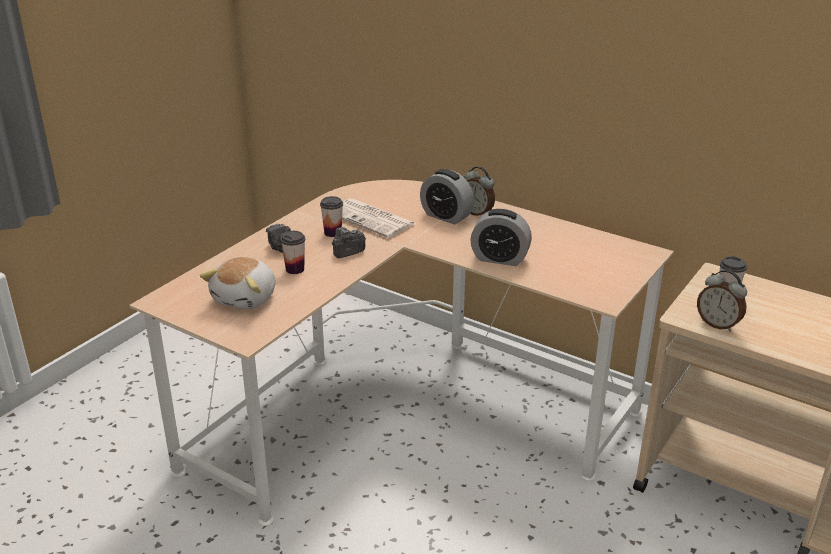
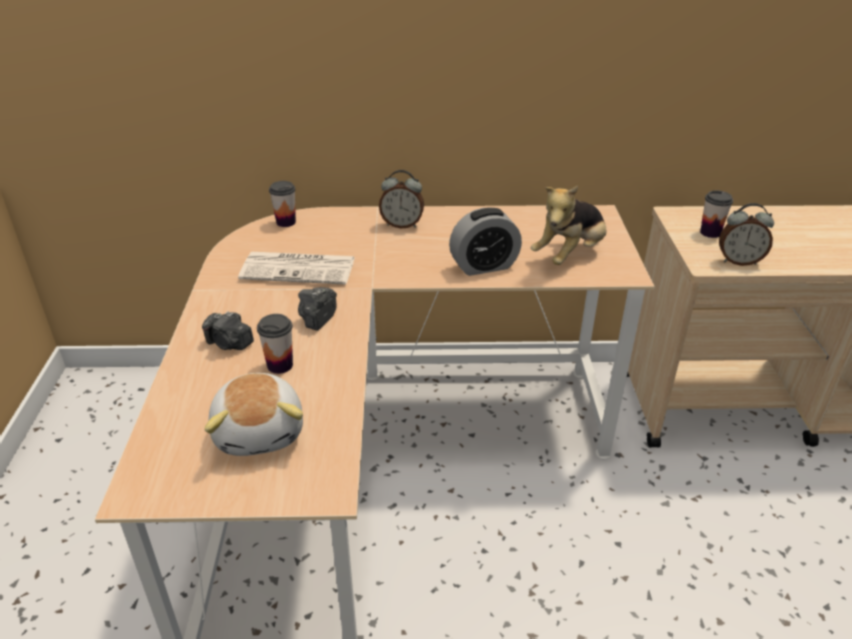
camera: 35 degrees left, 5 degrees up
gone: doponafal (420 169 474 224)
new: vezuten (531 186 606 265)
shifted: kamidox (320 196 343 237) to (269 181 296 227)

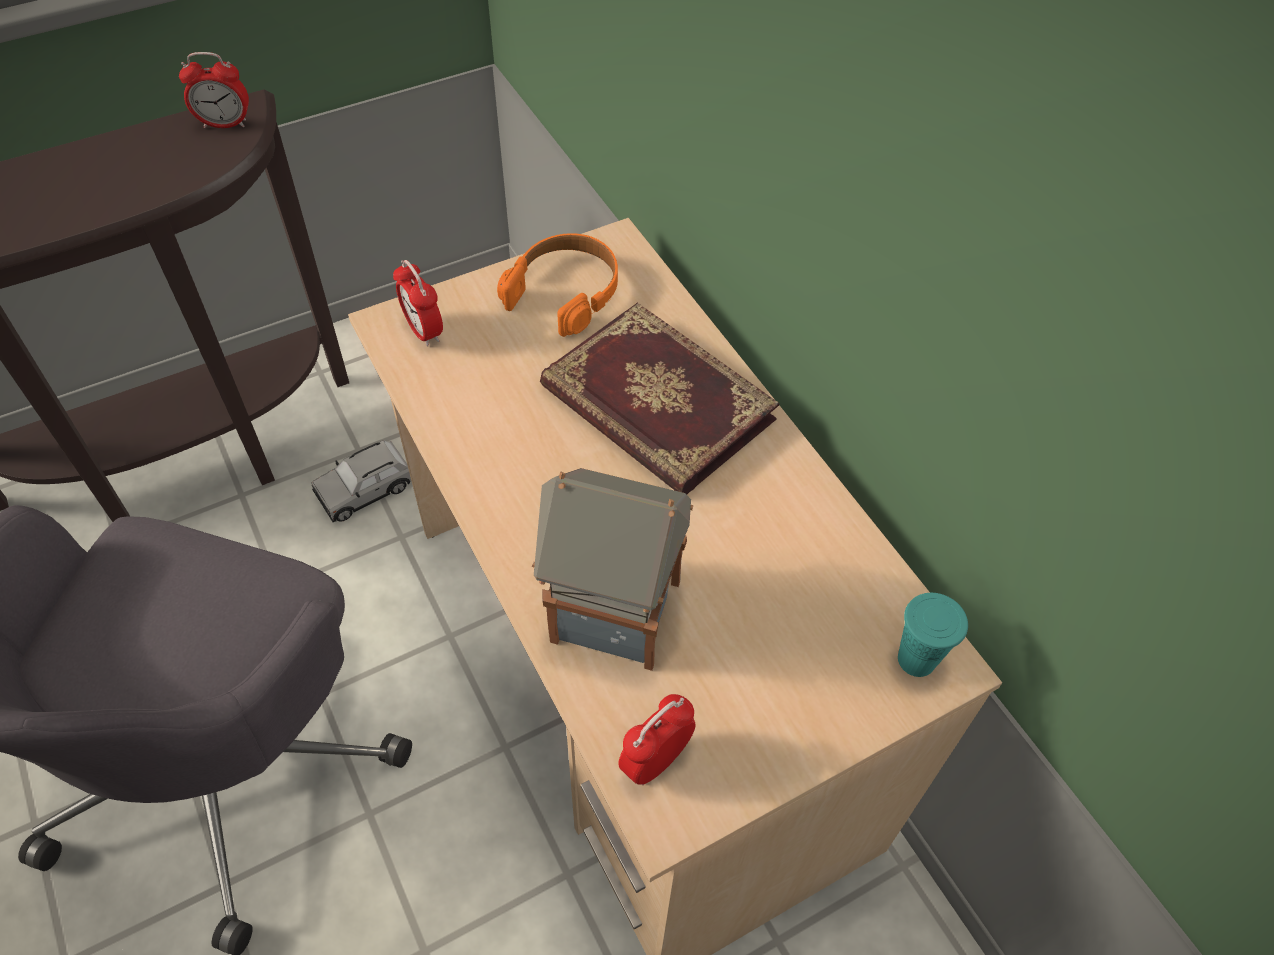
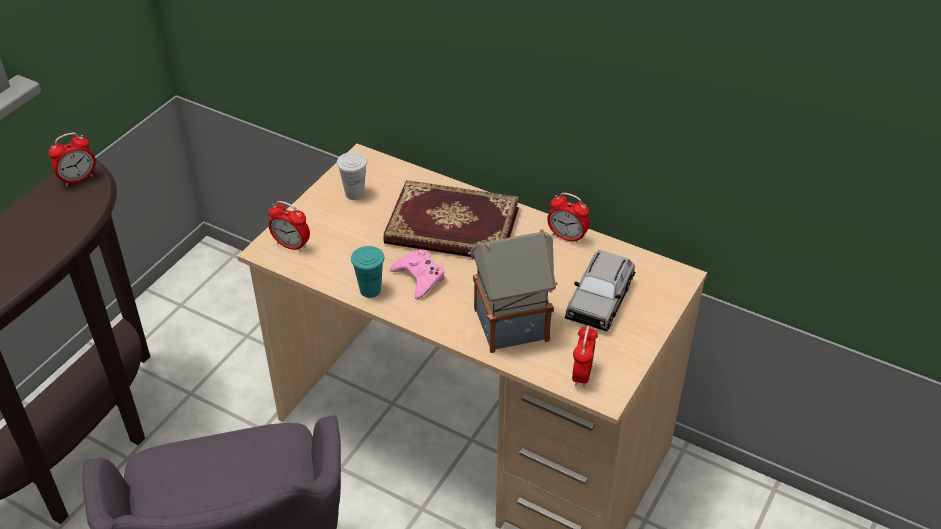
camera: 30 degrees left, 10 degrees down
new: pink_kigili (390 250 445 299); doponafal (547 193 589 244)
shifted: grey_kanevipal (311 440 411 522) to (565 250 635 331); turquoise_kamidox (898 593 968 677) to (351 246 384 298)
swapped: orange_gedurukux (497 233 618 337) to white_kamidox (337 152 367 200)

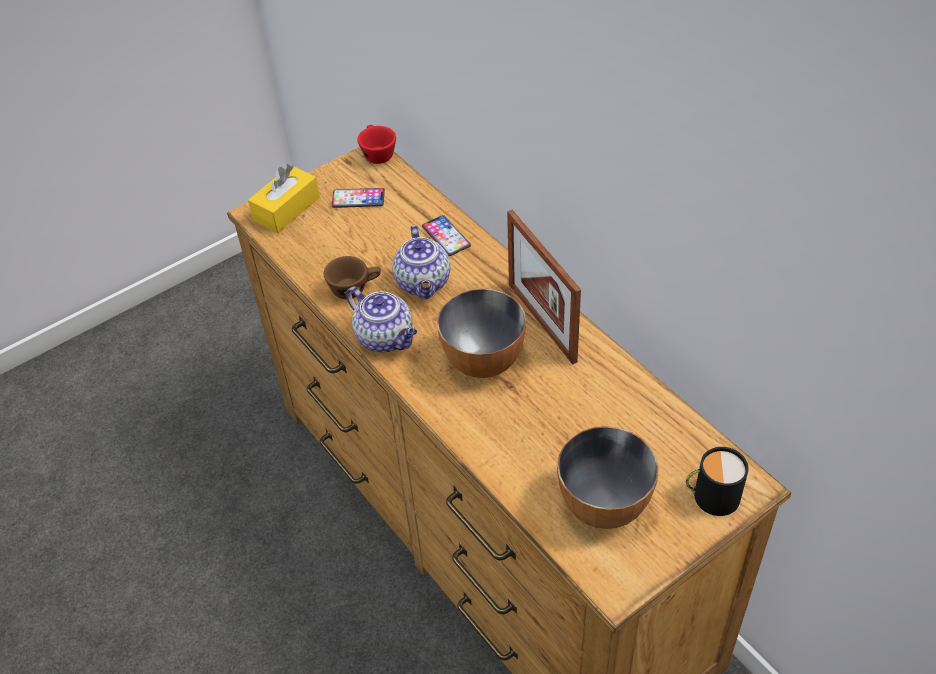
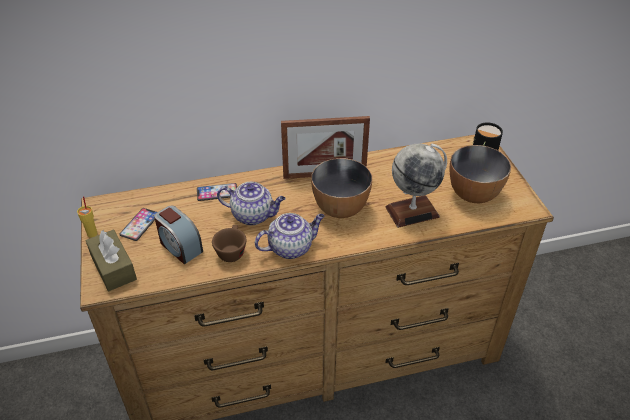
camera: 70 degrees left, 5 degrees down
gone: red_kamidox (357 125 396 164)
new: yellow_kamidox (77 196 97 238); doponafal (154 206 203 264); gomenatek (385 143 447 228)
repainted: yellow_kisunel (248 164 320 233) to brown_kisunel (85 229 137 291)

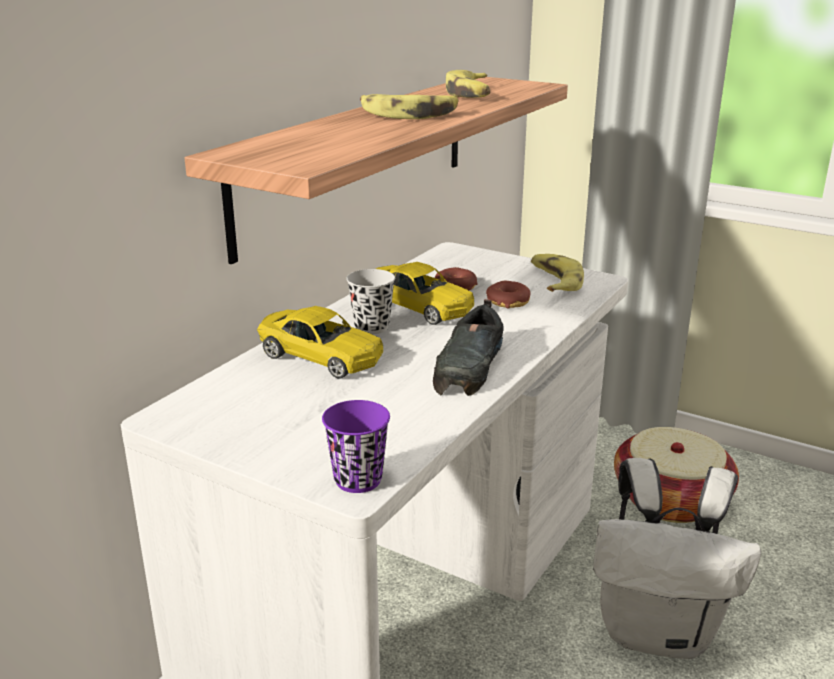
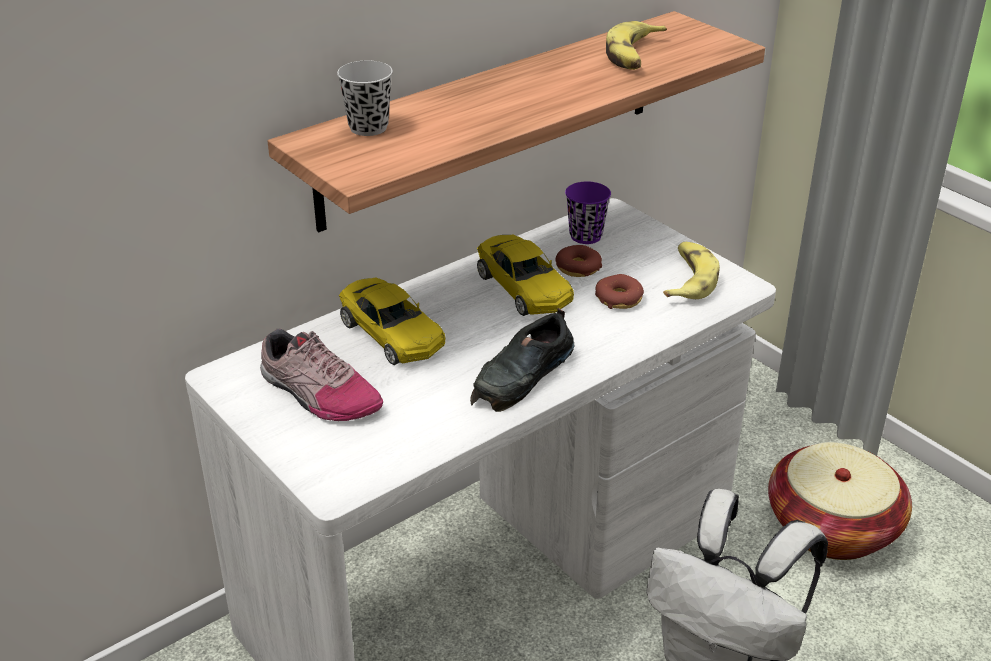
camera: 20 degrees right, 10 degrees up
gone: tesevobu (360 94 458 119)
new: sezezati (260 328 383 421)
shifted: purple_kamidox (322 400 390 493) to (565 182 611 244); black_kamidox (346 269 395 334) to (337 61 393 136)

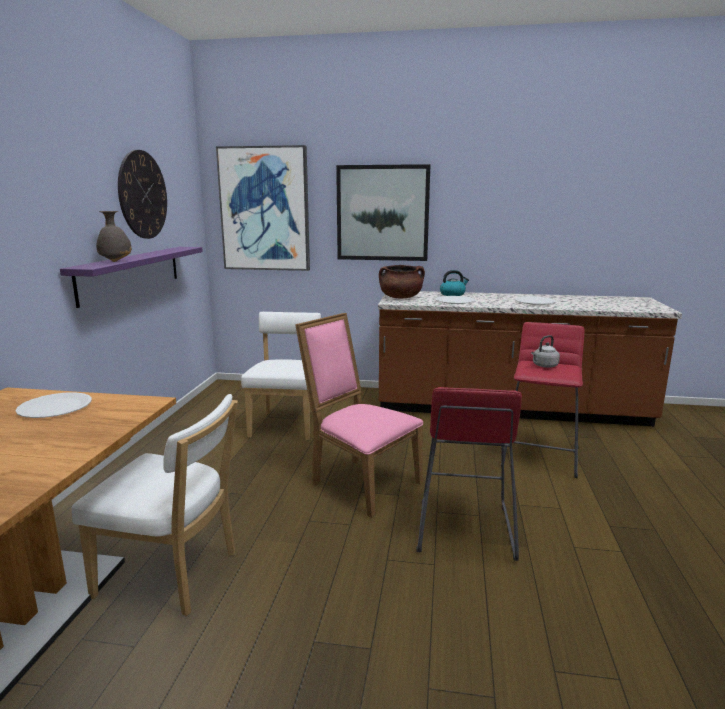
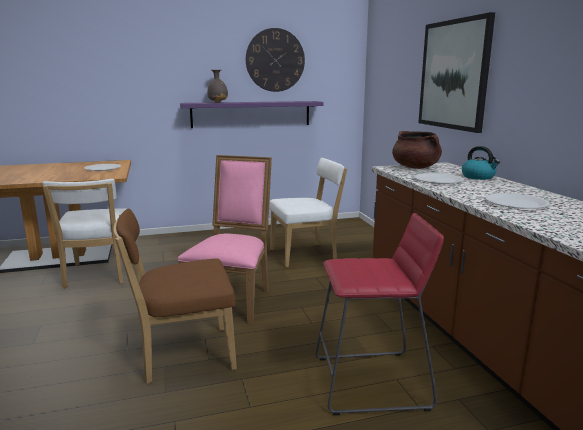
camera: 65 degrees right, 0 degrees up
gone: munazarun (216 145 310 271); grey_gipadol (531 335 560 368)
swapped: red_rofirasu (416 387 522 561) to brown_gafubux (113 208 237 384)

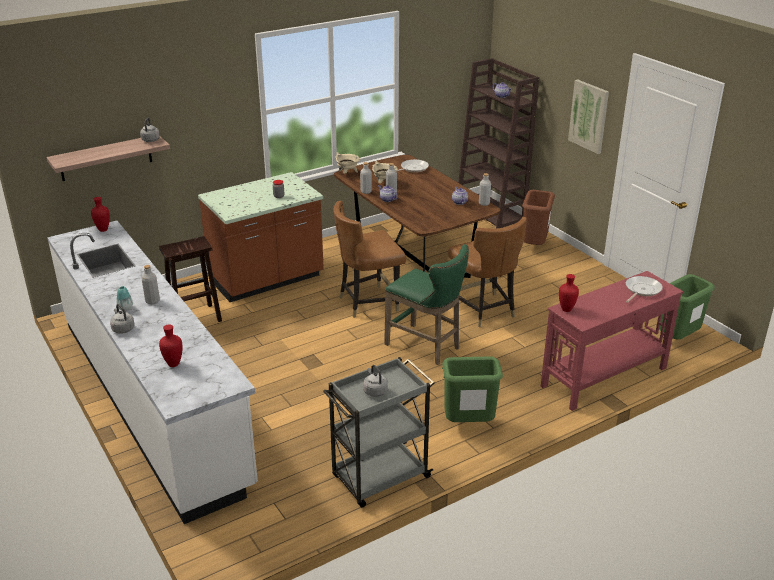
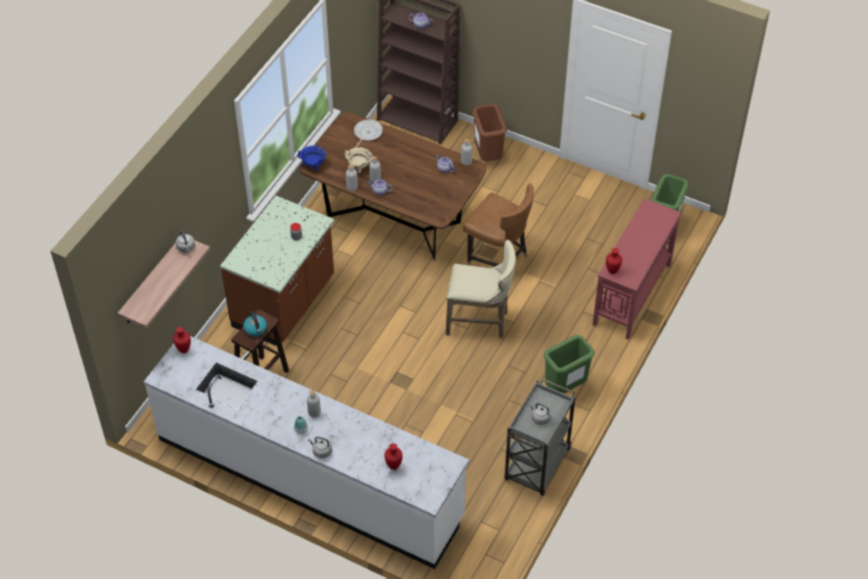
camera: 30 degrees left, 20 degrees up
gone: brown_gafubux (334 201 406 318); munazarun (568 80 609 154); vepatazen (626 276 663 303)
new: gipadol (243 311 267 336)
repainted: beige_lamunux (335 152 360 173) to blue_lamunux (297 146 326 171); green_rofirasu (384 244 469 365) to beige_rofirasu (446 240 516 338)

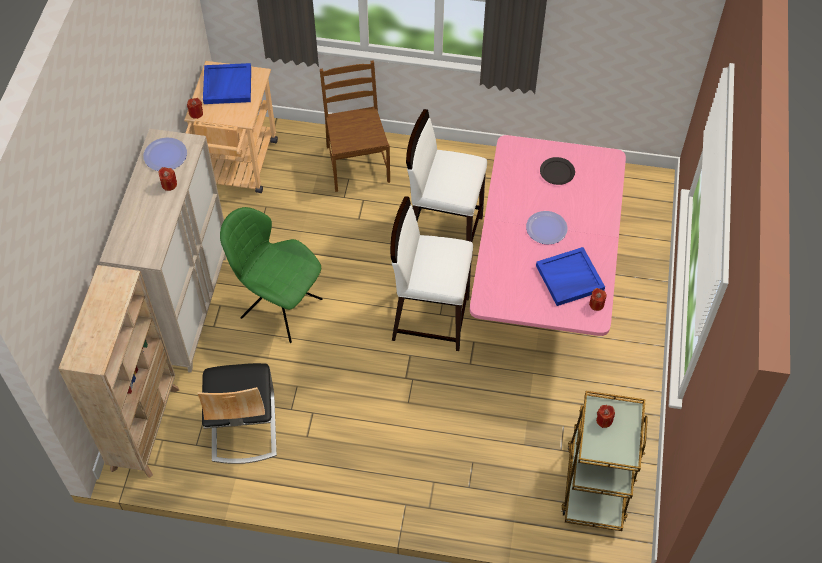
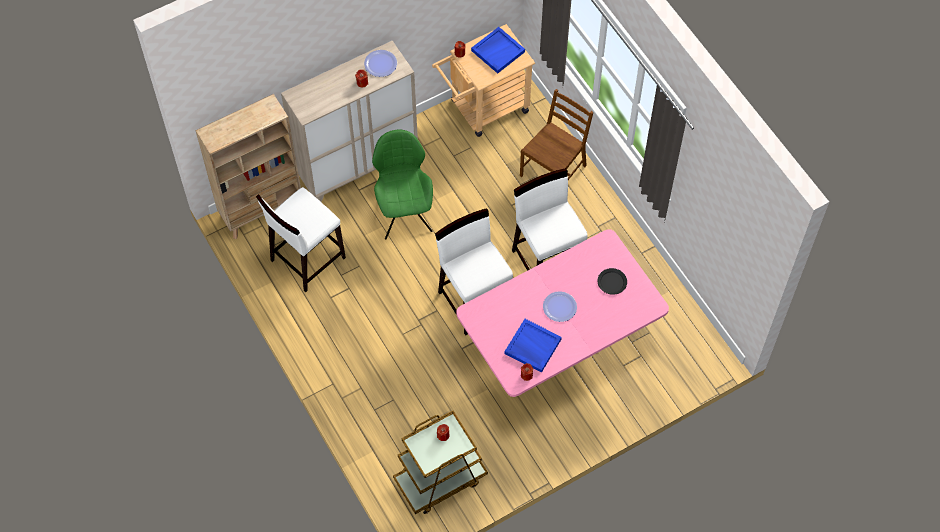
camera: 50 degrees right, 5 degrees up
swapped: gafubux (197 363 277 464) to white_rofirasu (256 187 346 293)

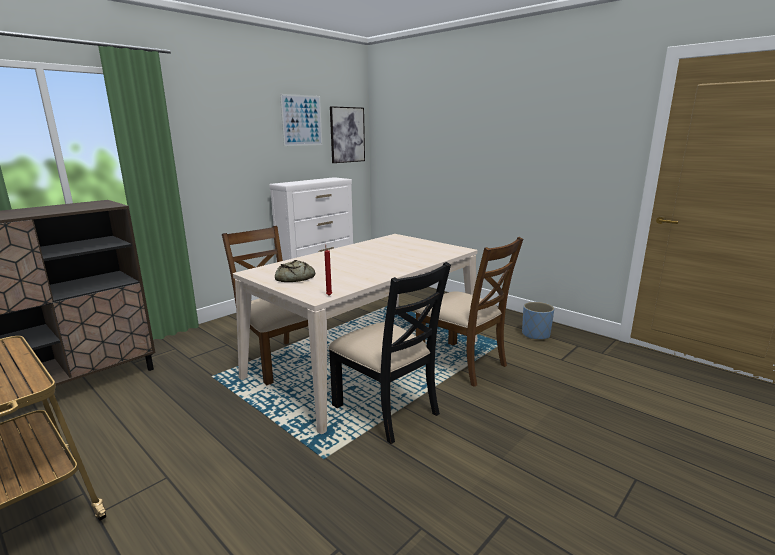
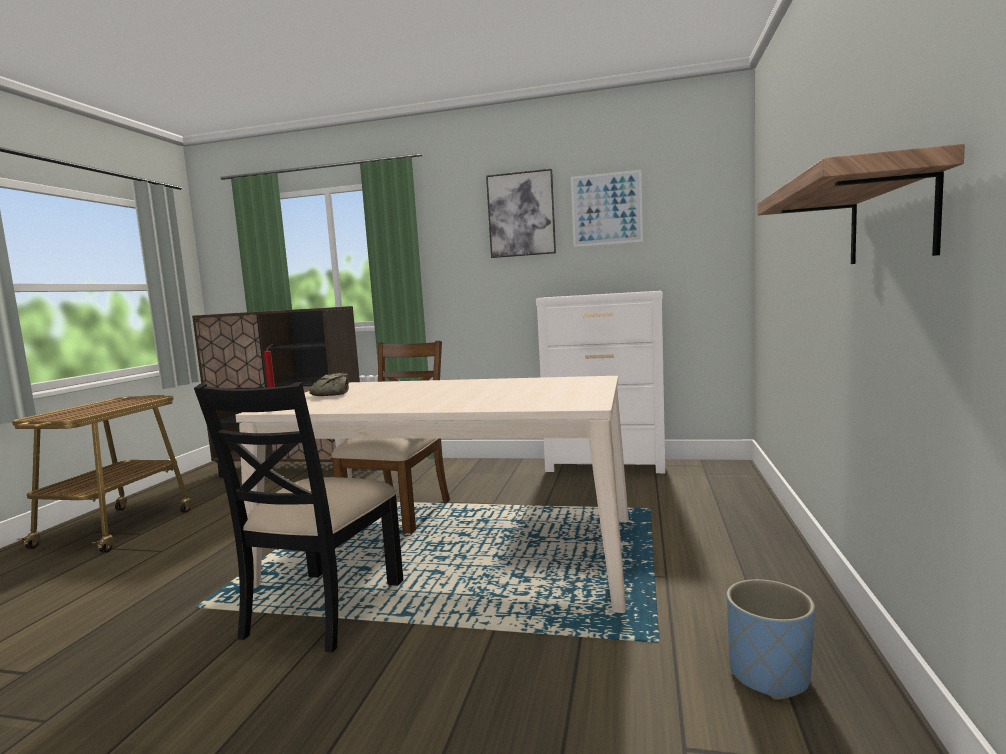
camera: 60 degrees right, 10 degrees down
gone: brown_gafubux (416 237 523 387)
new: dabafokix (758 144 965 264)
shifted: munazarun (330 106 365 163) to (486 169 556 258)

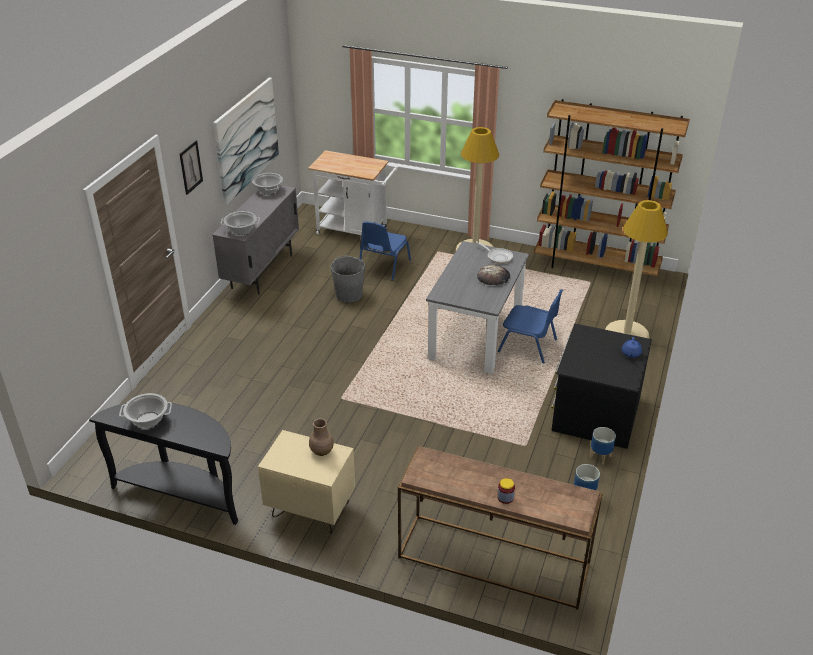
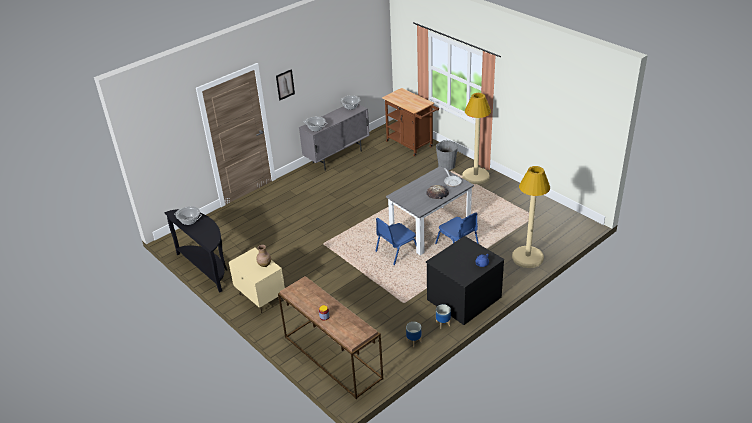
camera: 30 degrees right, 0 degrees up
gone: munazarun (213 77 279 204); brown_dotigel (534 99 690 276)
shifted: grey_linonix (331 256 365 303) to (436 140 458 170); blue_gafubux (359 221 411 281) to (375 218 416 265)
repainted: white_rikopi (308 150 398 235) to brown_rikopi (382 88 439 157)

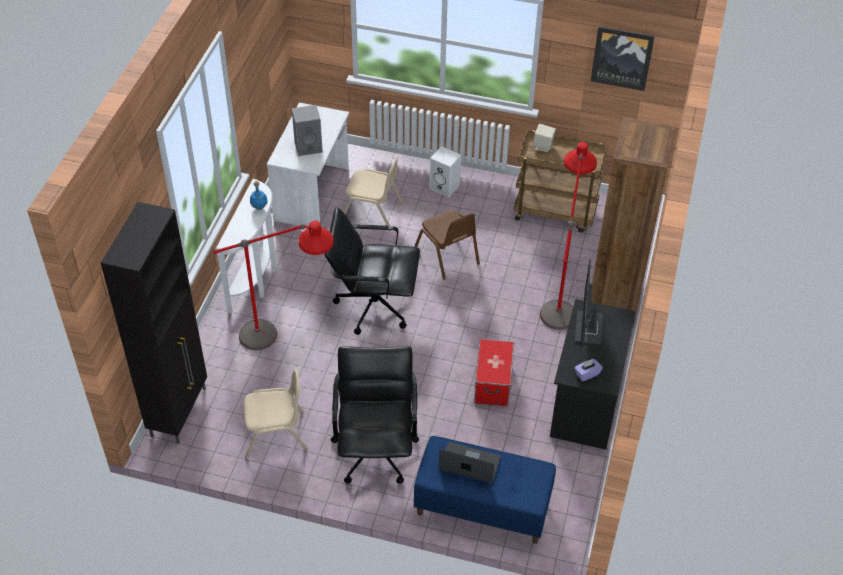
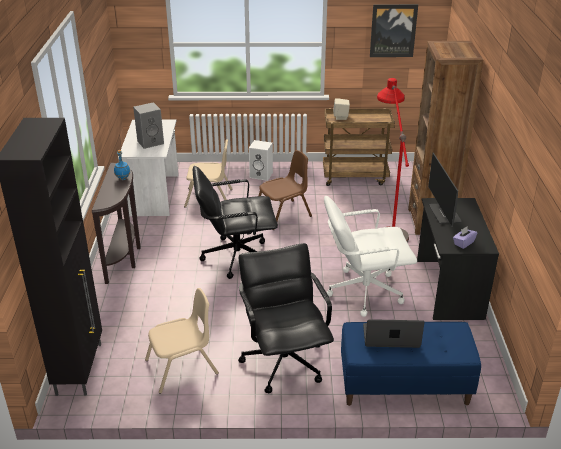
camera: 15 degrees left, 15 degrees down
gone: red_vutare (213 221 334 350)
swapped: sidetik (474 338 514 407) to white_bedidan (324 196 417 317)
repainted: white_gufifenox (216 179 277 313) to brown_gufifenox (92 163 141 284)
rotated: brown_gafubux (415 210 480 279) = (259 150 312 230) 75 degrees counterclockwise

